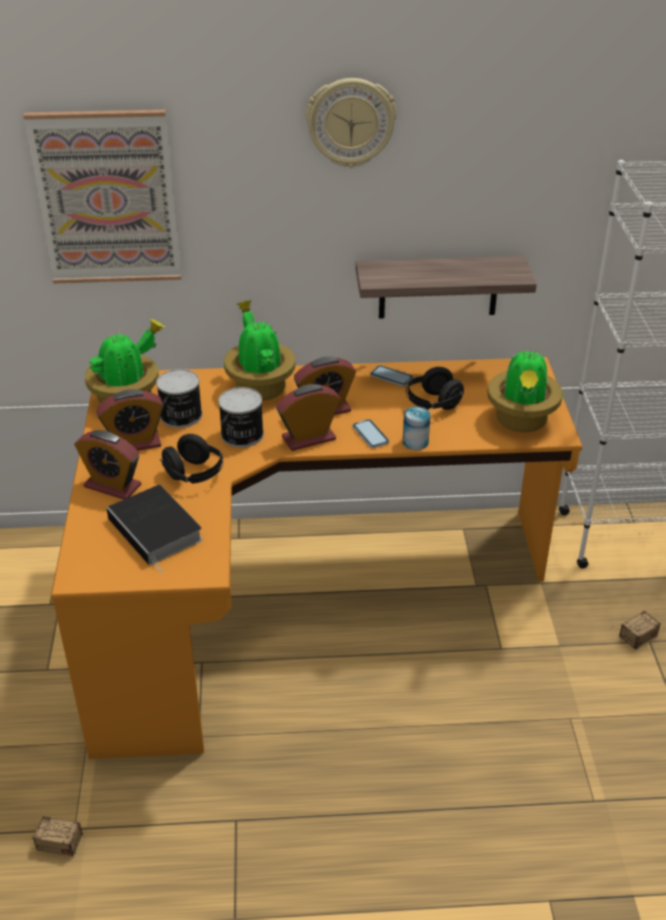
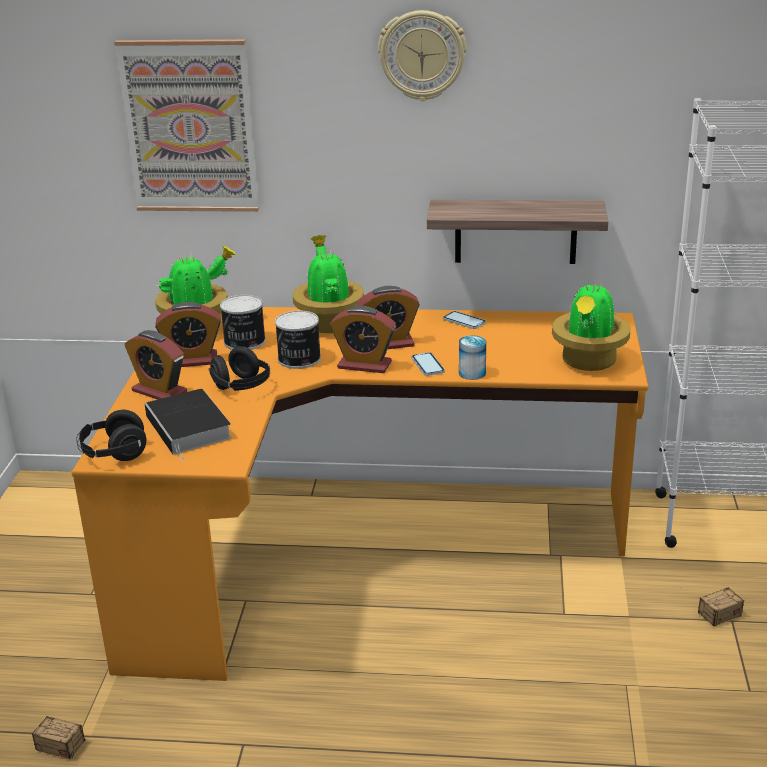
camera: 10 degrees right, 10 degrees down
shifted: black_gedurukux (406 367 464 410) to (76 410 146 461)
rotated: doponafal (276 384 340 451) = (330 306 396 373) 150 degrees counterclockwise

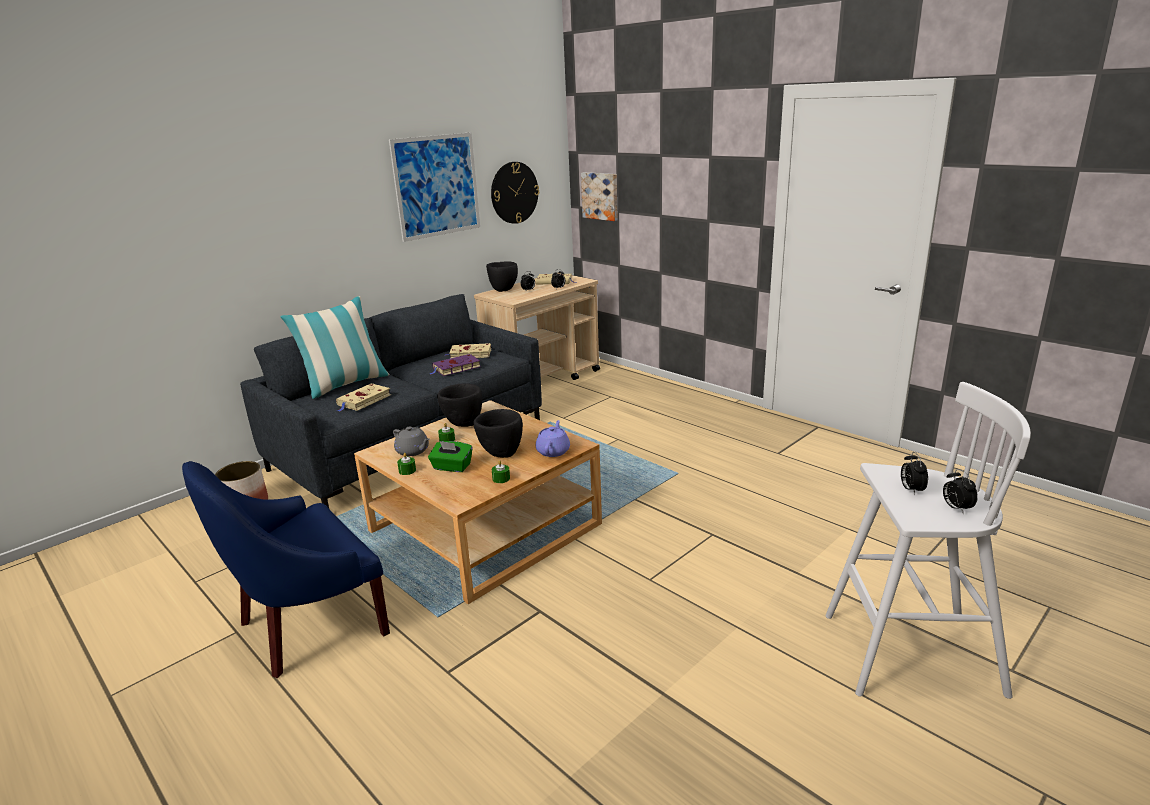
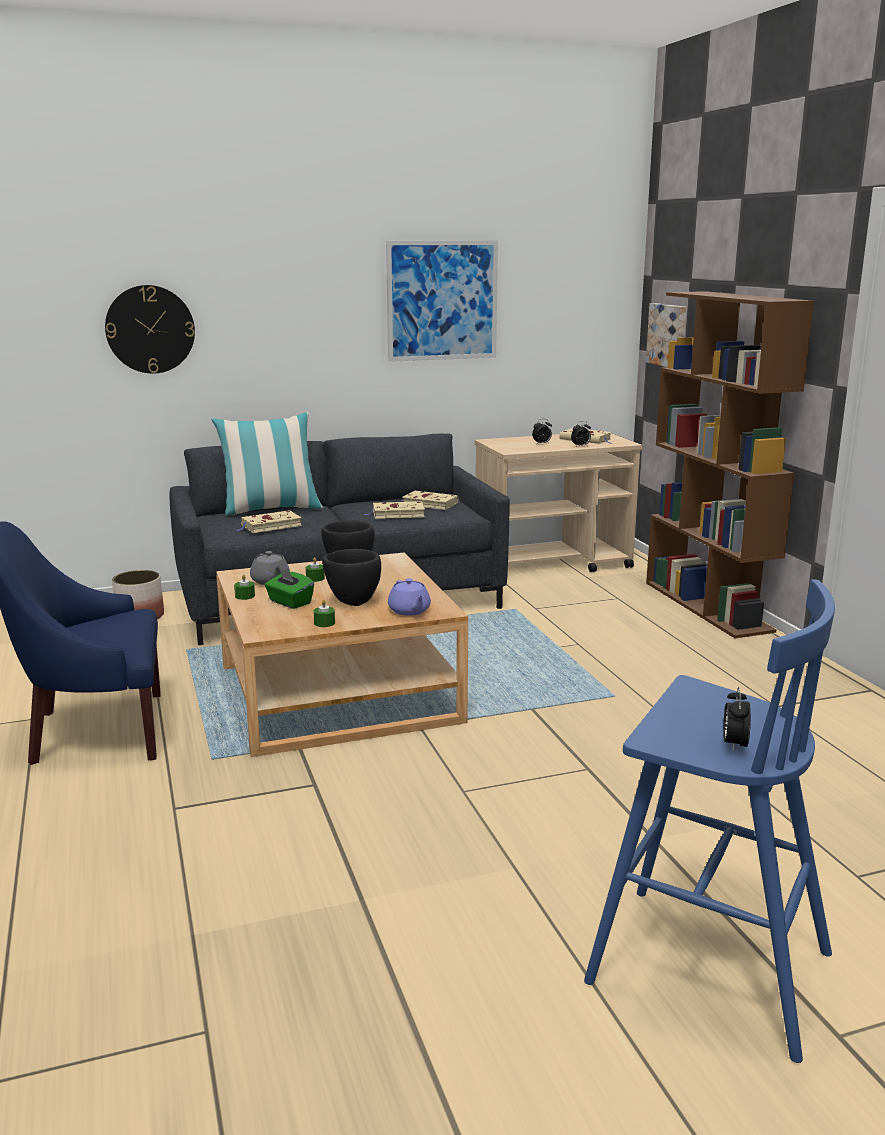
camera: 25 degrees right, 5 degrees down
gone: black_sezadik (486 262 518 292); doponafal (901 452 928 495)
new: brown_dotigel (646 291 814 638)
shifted: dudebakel (491 162 539 224) to (105 285 195 374)
repainted: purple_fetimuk (429 354 481 376) to beige_fetimuk (365 501 425 519); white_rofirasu (825 382 1031 699) to blue_rofirasu (584 579 835 1063)
rotated: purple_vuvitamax (536 420 570 457) = (388 578 431 616) 120 degrees clockwise

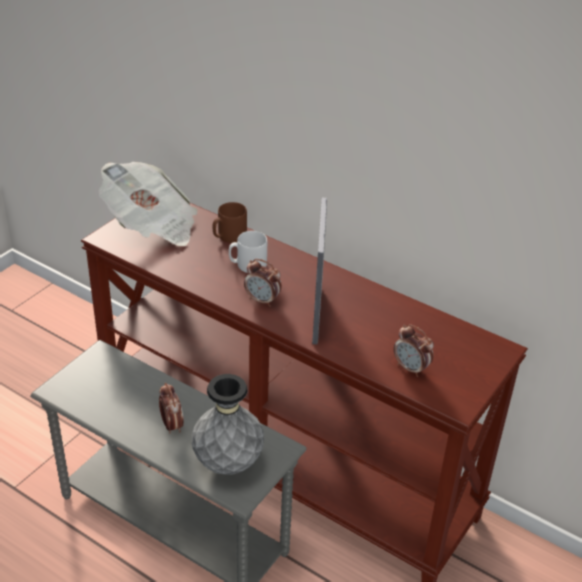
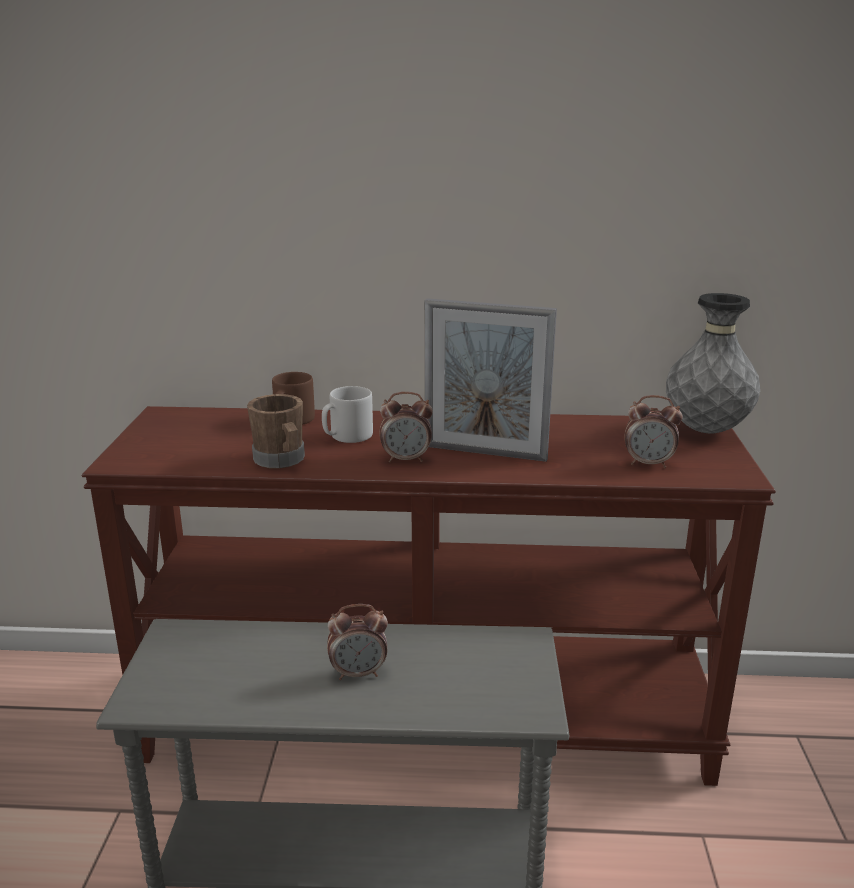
camera: 30 degrees left, 15 degrees down
gone: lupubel (98 162 198 246)
new: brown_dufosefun (247 394 305 469)
shifted: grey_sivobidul (192 374 264 475) to (666 293 760 433)
rotated: doponafal (159 383 184 434) = (327 604 388 680) 135 degrees clockwise; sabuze (312 198 327 344) = (425 298 557 462) 135 degrees clockwise

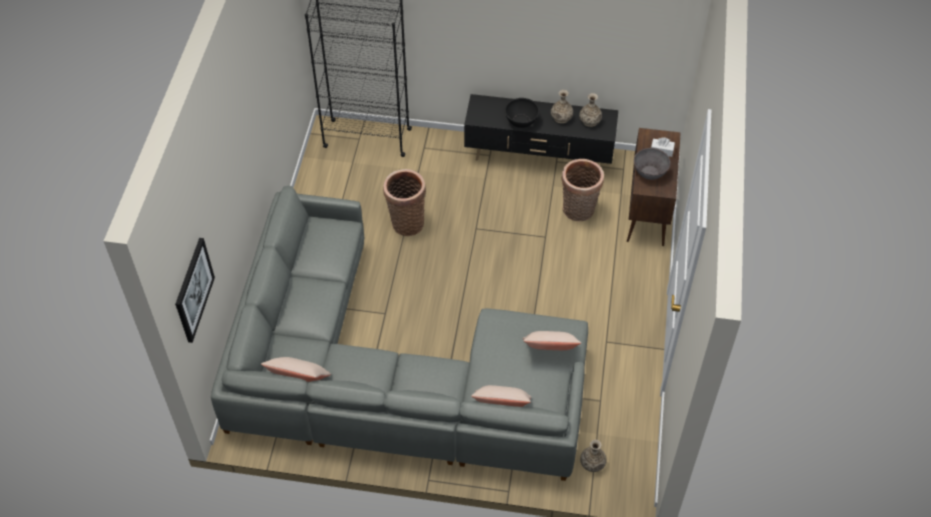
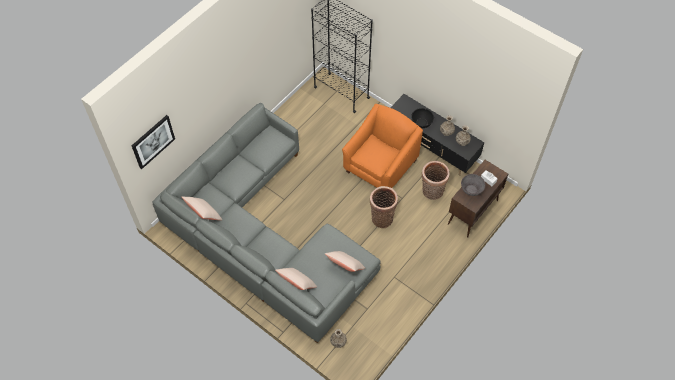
camera: 30 degrees right, 5 degrees up
new: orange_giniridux (342 104 423 188)
shifted: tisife (383 169 426 236) to (370 186 398 228)

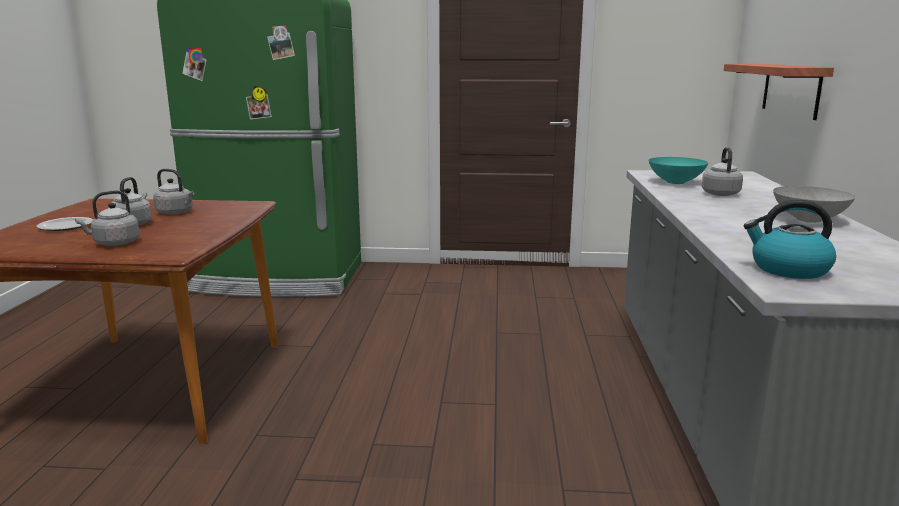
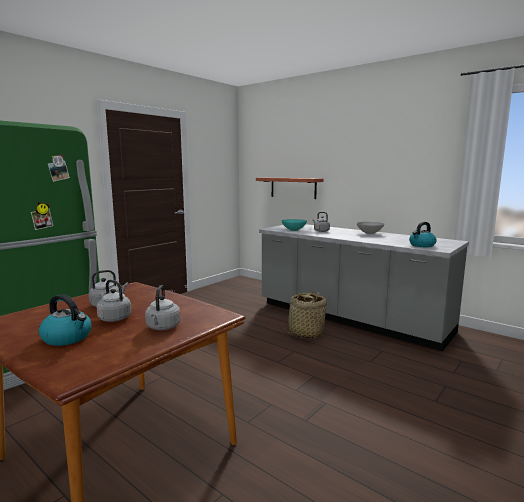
camera: 55 degrees left, 5 degrees down
new: tisife (282 291 327 339)
swapped: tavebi (37 217 93 231) to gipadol (39 294 91 346)

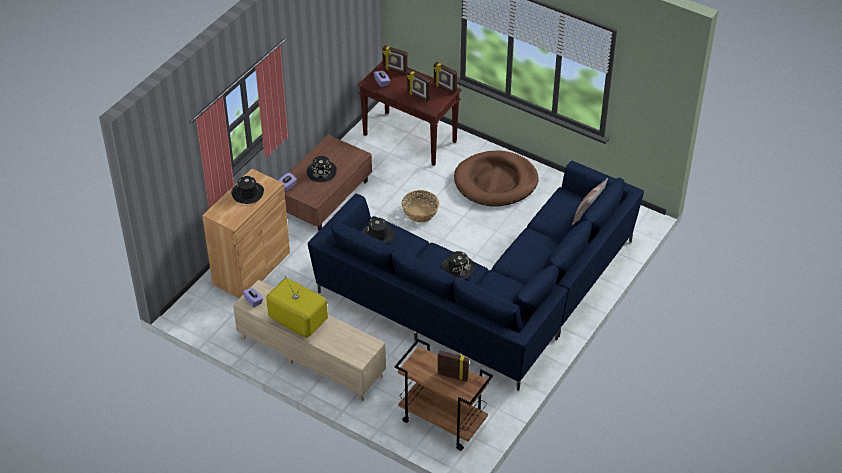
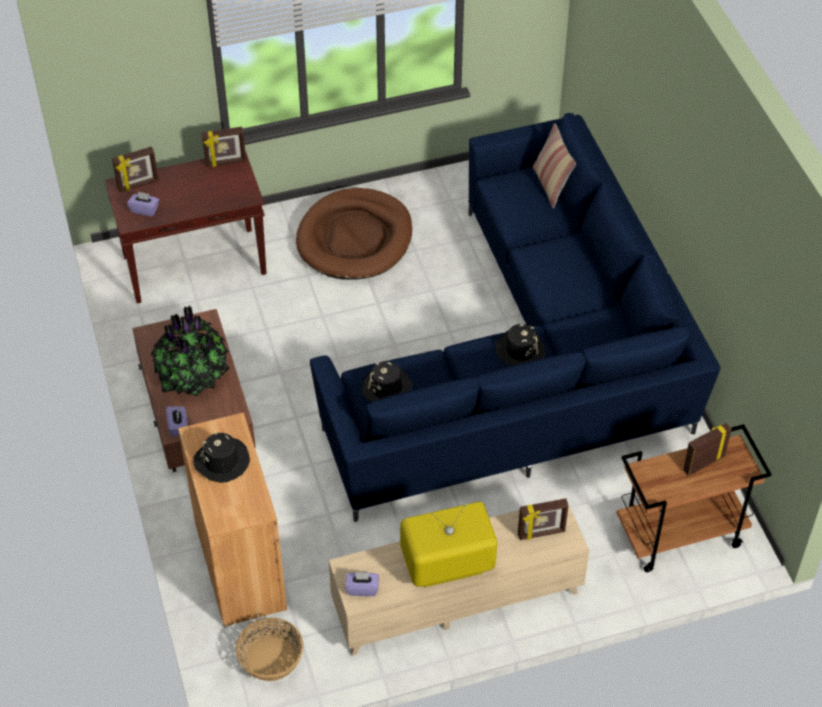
camera: 50 degrees left, 5 degrees up
shifted: tisife (402 190 439 222) to (236 617 303 681); sabuze (407 70 431 102) to (518 499 569 540)
swapped: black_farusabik (307 156 337 182) to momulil (150 306 230 396)

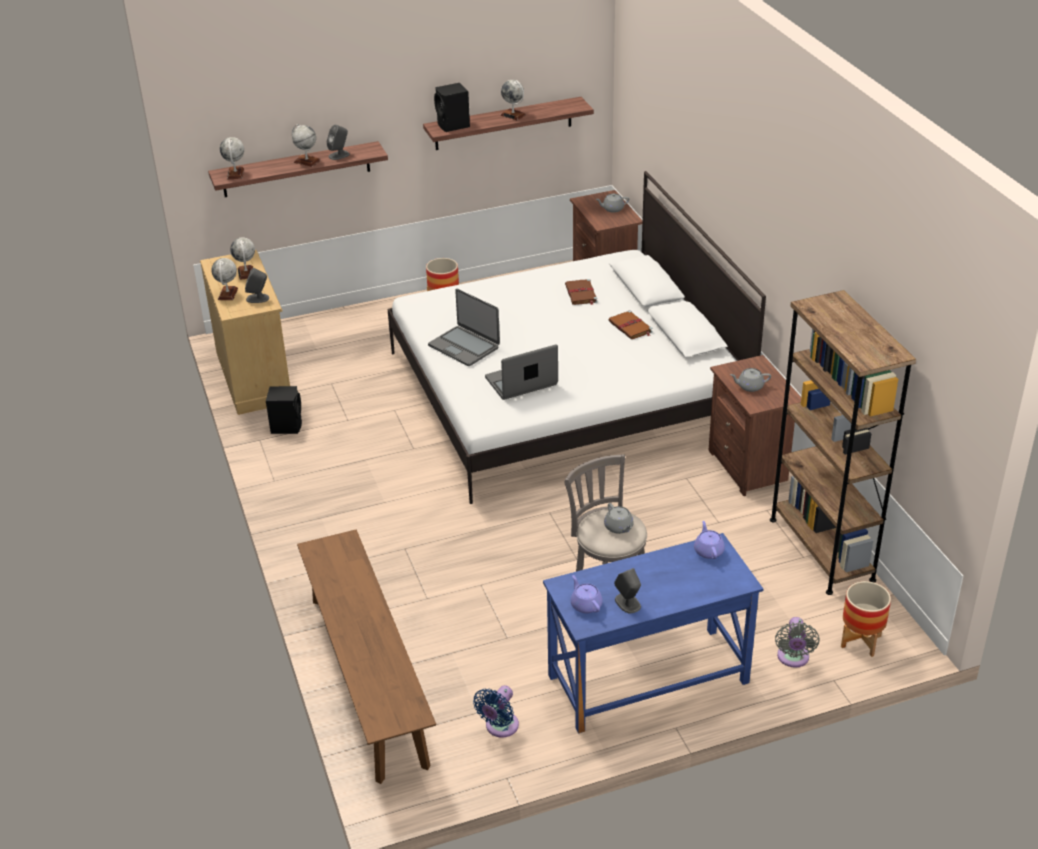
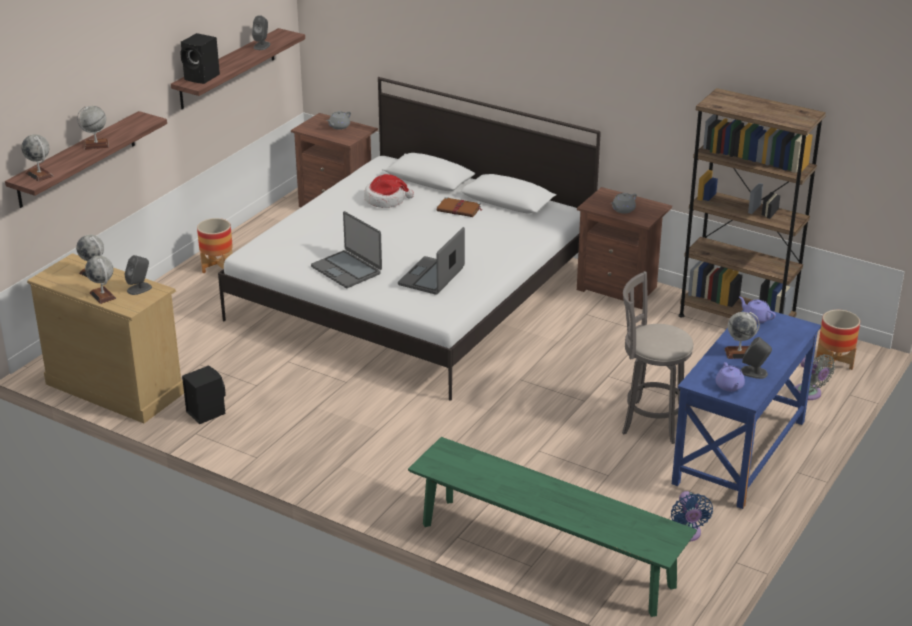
camera: 40 degrees left, 5 degrees down
gone: grey_vuvitamax (604 503 634 534)
shifted: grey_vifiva (327 125 350 160) to (252 15 270 50); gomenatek (501 80 526 120) to (724 312 760 359)
swapped: brown_fetimuk (565 279 598 305) to farusabik (364 174 414 208)
repainted: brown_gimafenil (297 530 436 784) to green_gimafenil (408 437 697 617)
rotated: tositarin (428 289 500 366) = (311 211 382 288) 45 degrees clockwise; purple_vuvitamax (571 575 603 613) = (716 362 745 392) 120 degrees counterclockwise

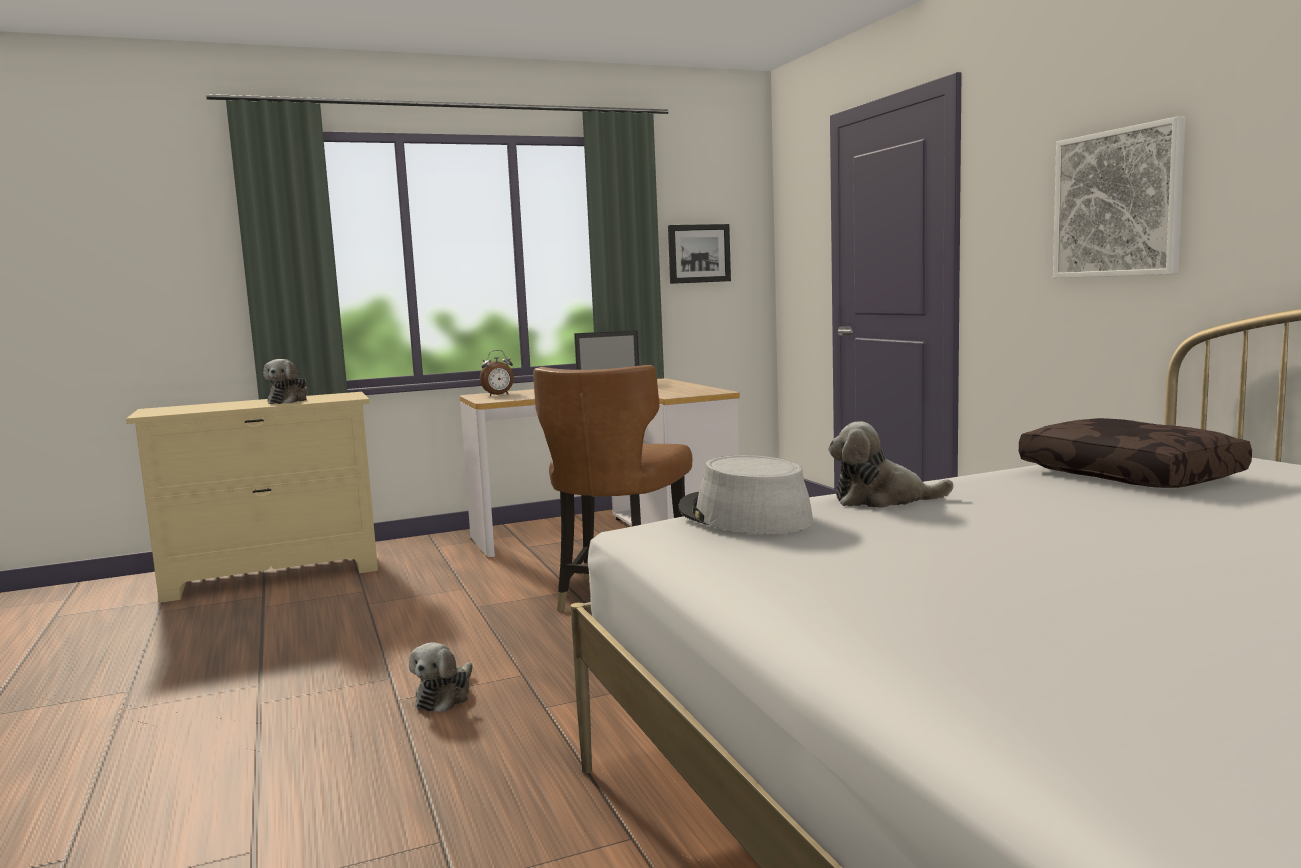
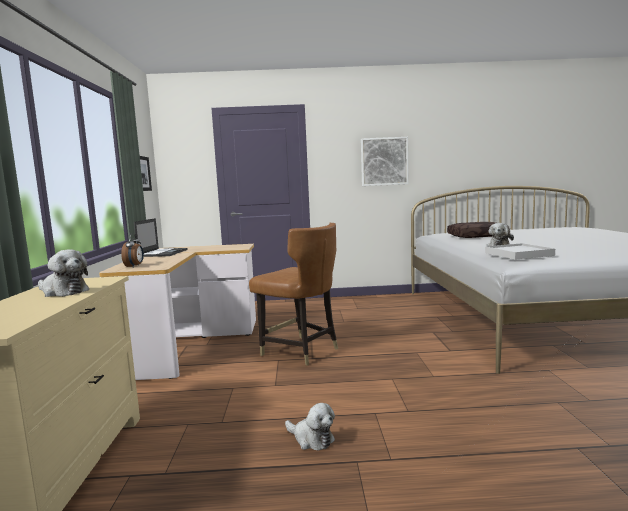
camera: 70 degrees left, 0 degrees up
shifted: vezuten (409 642 472 712) to (285 403 335 451)
swapped: grey_farusabik (678 455 813 534) to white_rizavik (485 243 555 260)

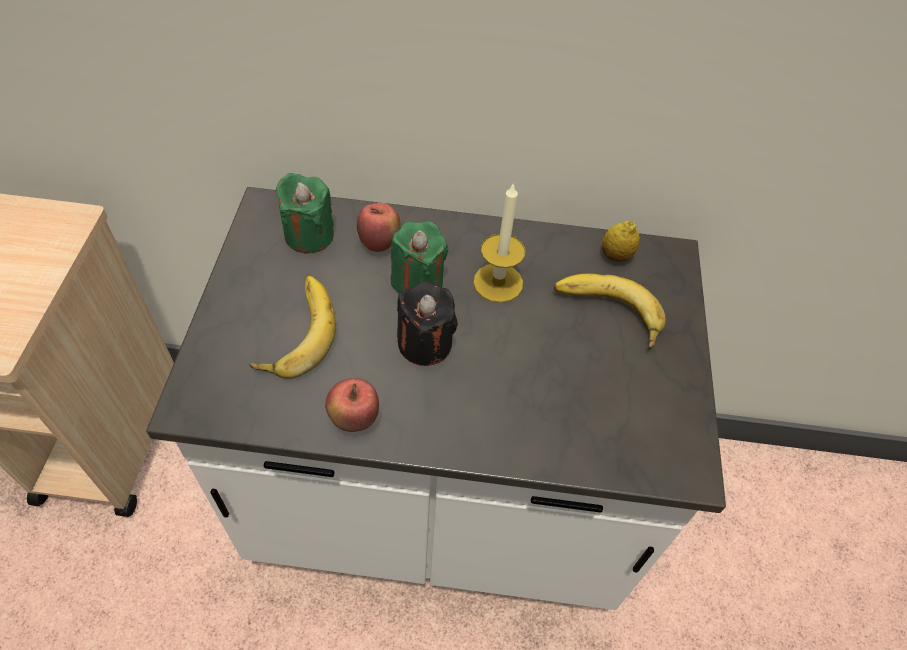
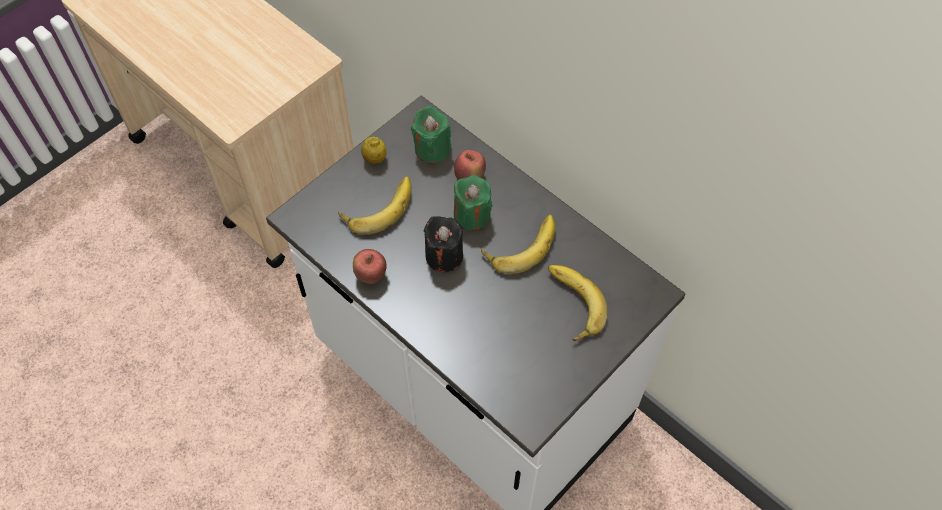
camera: 40 degrees right, 5 degrees up
shifted: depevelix (602 221 640 262) to (361 137 387 165)
swapped: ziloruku (473 182 525 303) to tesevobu (481 214 555 274)

